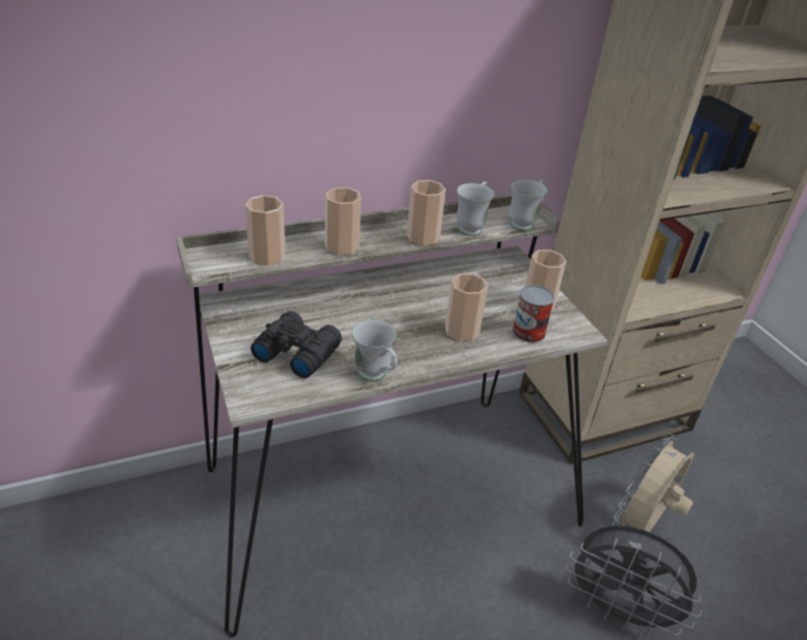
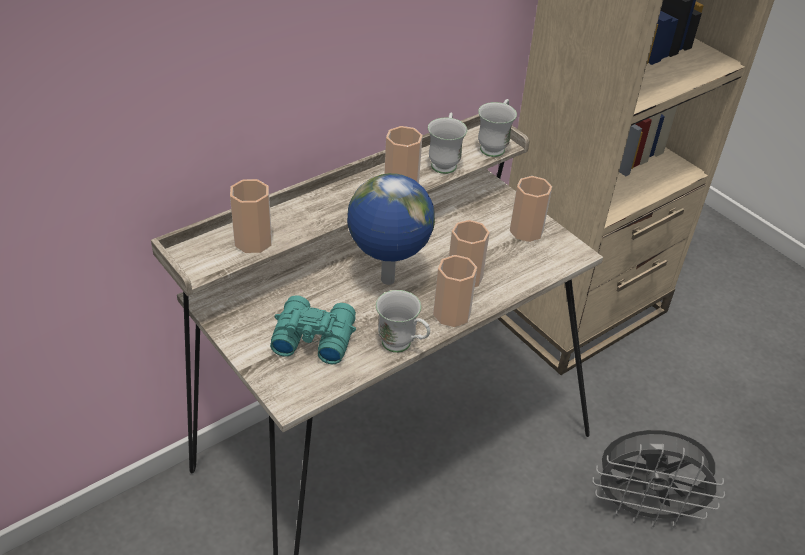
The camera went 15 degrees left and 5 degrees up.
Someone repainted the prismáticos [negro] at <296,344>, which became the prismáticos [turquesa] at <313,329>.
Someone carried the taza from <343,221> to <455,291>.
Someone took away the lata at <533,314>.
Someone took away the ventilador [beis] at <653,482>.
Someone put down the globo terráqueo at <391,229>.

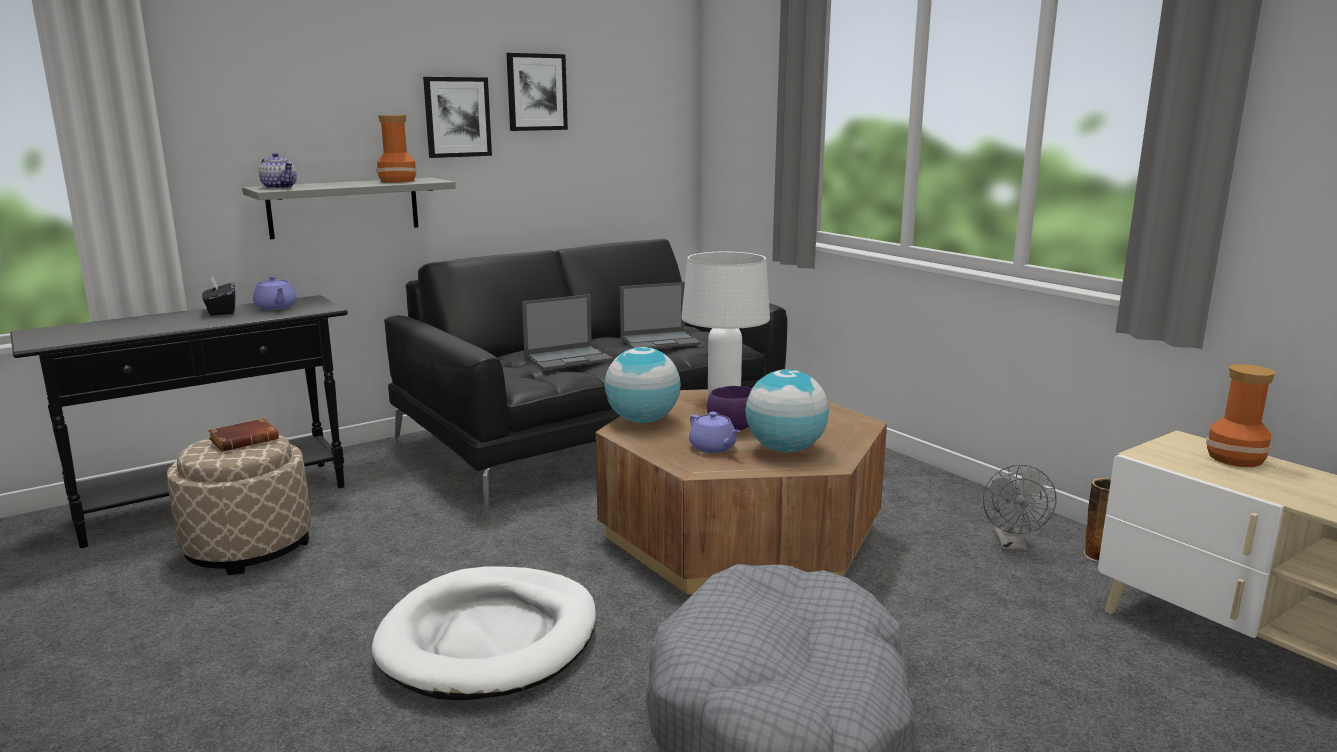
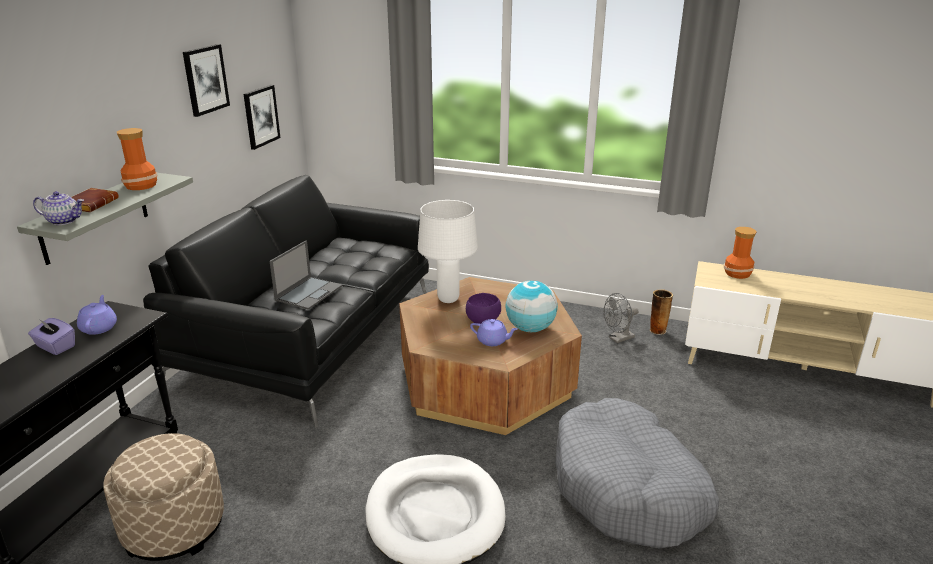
The camera went 35 degrees left and 10 degrees up.
Someone repainted the caja de pañuelos [negro] at <218,296>, which became the caja de pañuelos [morado] at <51,336>.
Someone carried the libro [marrón] from <243,435> to <95,200>.
Someone rotated the tetera [morado] at <275,293> by 120 degrees counterclockwise.
Someone carried the cuadro from <457,117> to <261,117>.
Someone took away the globo terráqueo at <643,385>.
Someone took away the portátil at <660,315>.
Someone rotated the ventilador [gris] at <1020,508> by 90 degrees clockwise.

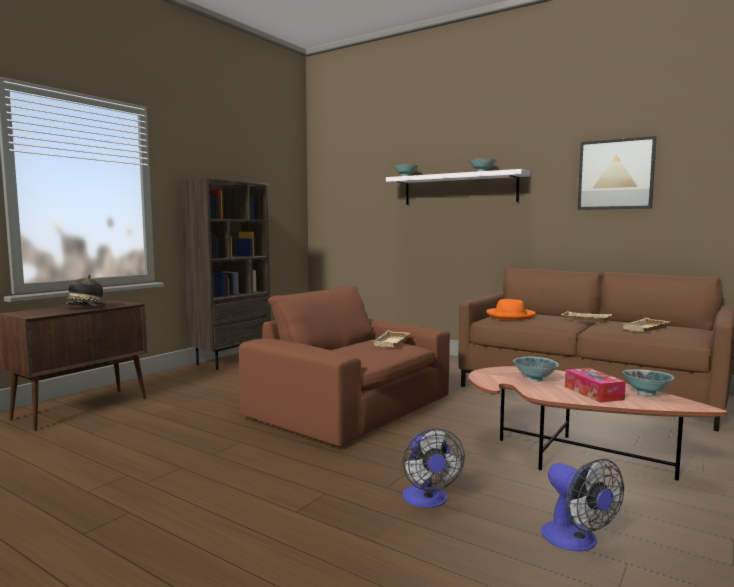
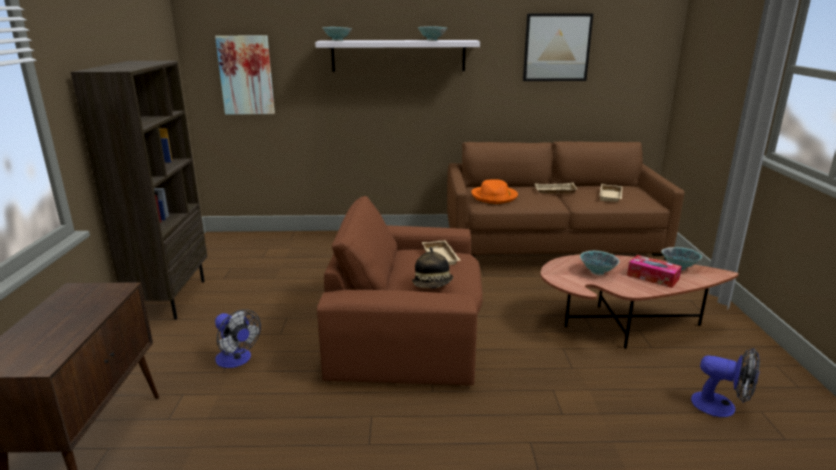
The camera went 35 degrees left and 15 degrees up.
Someone carried the sombrero from <83,291> to <432,268>.
Someone carried the ventilador from <433,468> to <238,338>.
Someone put up the cuadro at <245,75>.

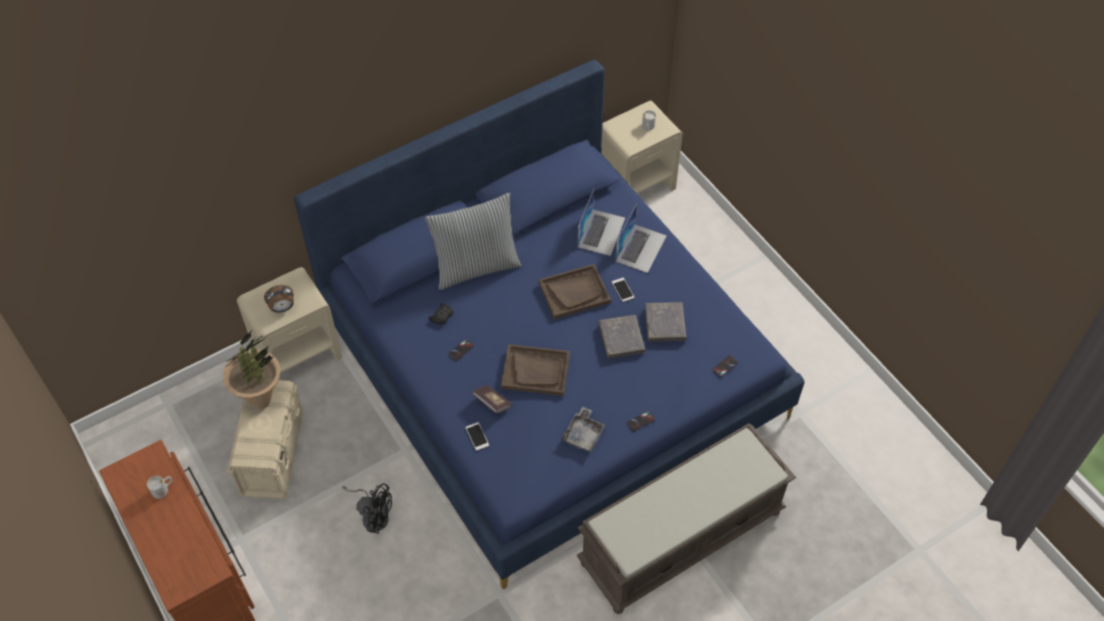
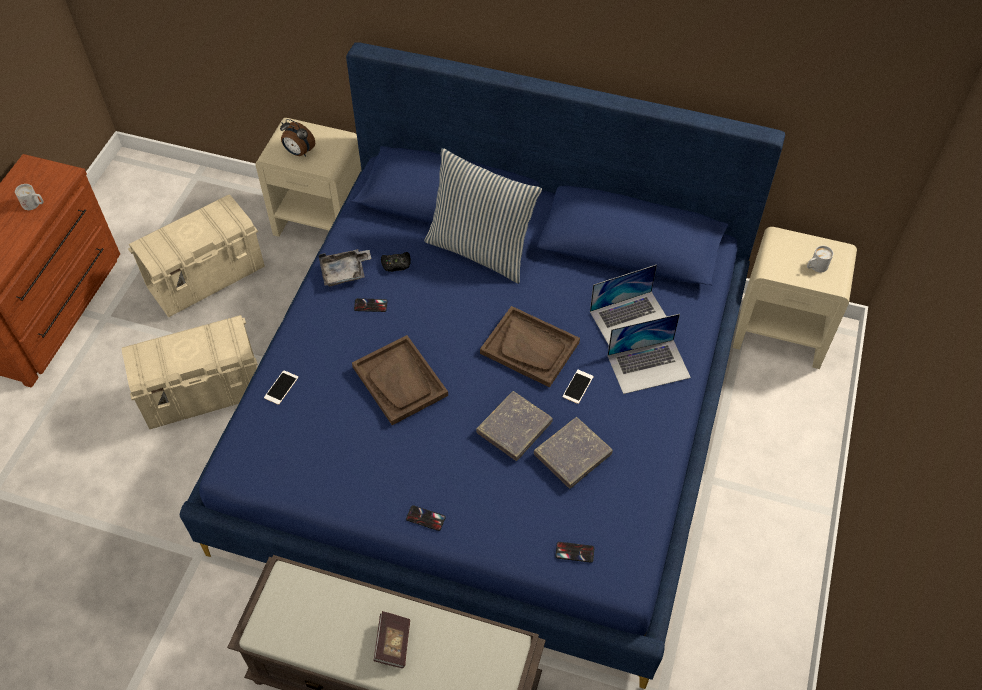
The camera went 50 degrees right and 0 degrees up.
Someone took away the planta en maceta at <251,369>.
Someone swapped the ventilador [negro] at <367,508> for the caja de almacenaje [beis] at <189,372>.
Someone carried the libro from <492,399> to <392,639>.
Someone carried the bandeja [gris] from <584,429> to <345,267>.

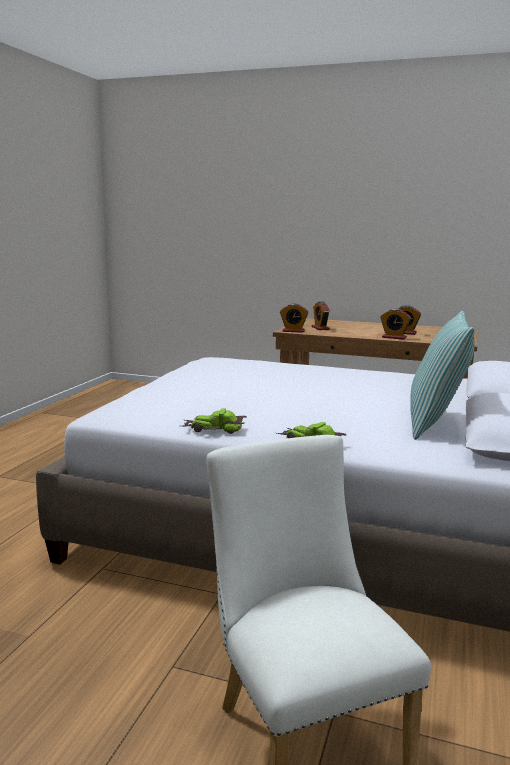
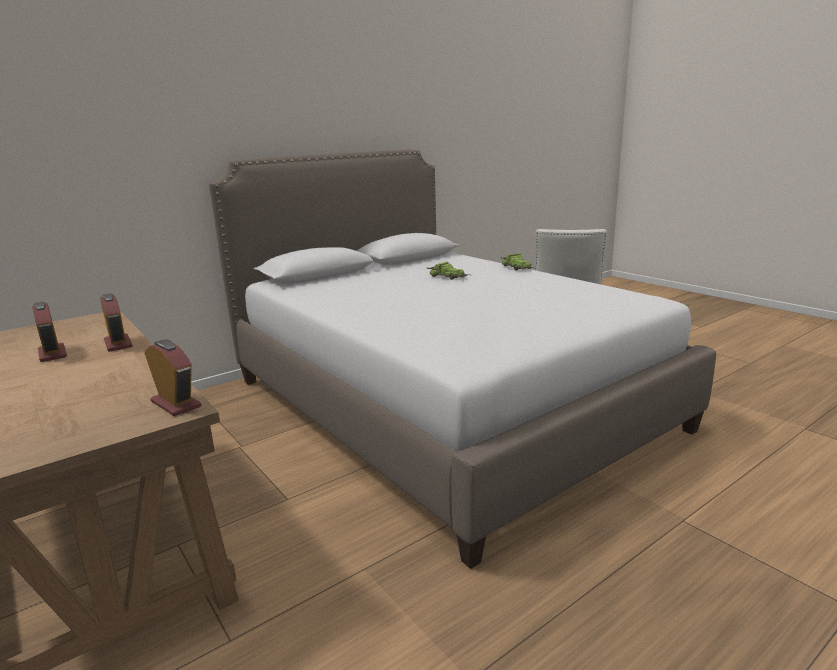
The camera went 145 degrees left and 5 degrees up.
Someone carried the coche de juguete from <215,421> to <447,271>.
Someone took away the despertador at <321,316>.
Someone took away the cojín at <442,375>.

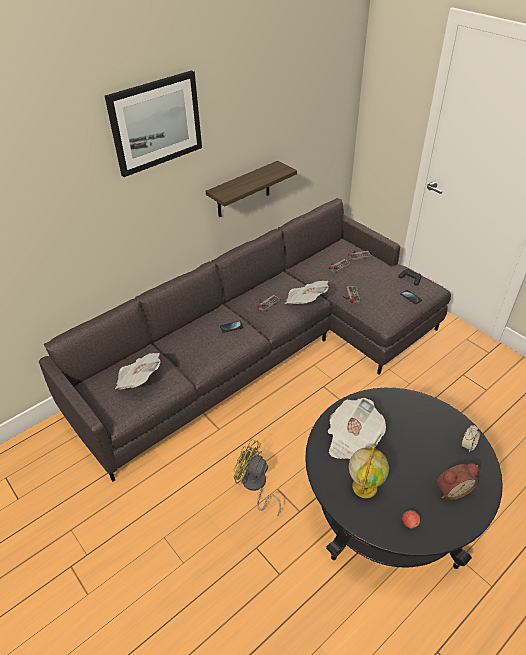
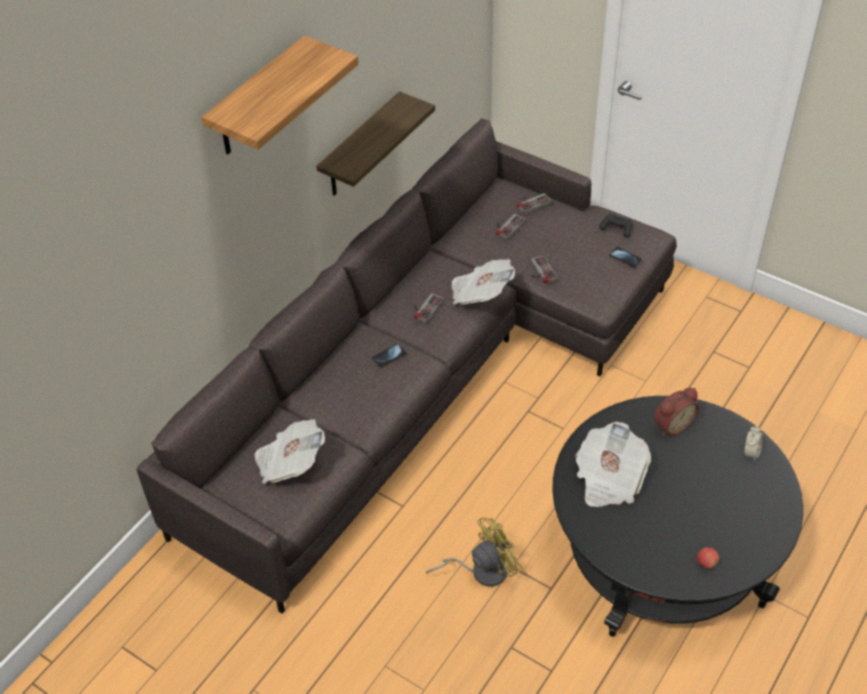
The camera went 15 degrees left and 5 degrees up.
Someone swapped the cuadro at <153,123> for the estante at <280,95>.
Someone rotated the ventilador [amarillo] at <257,477> by 135 degrees clockwise.
Someone took away the globo terráqueo at <369,470>.
Someone carried the despertador from <458,482> to <676,412>.

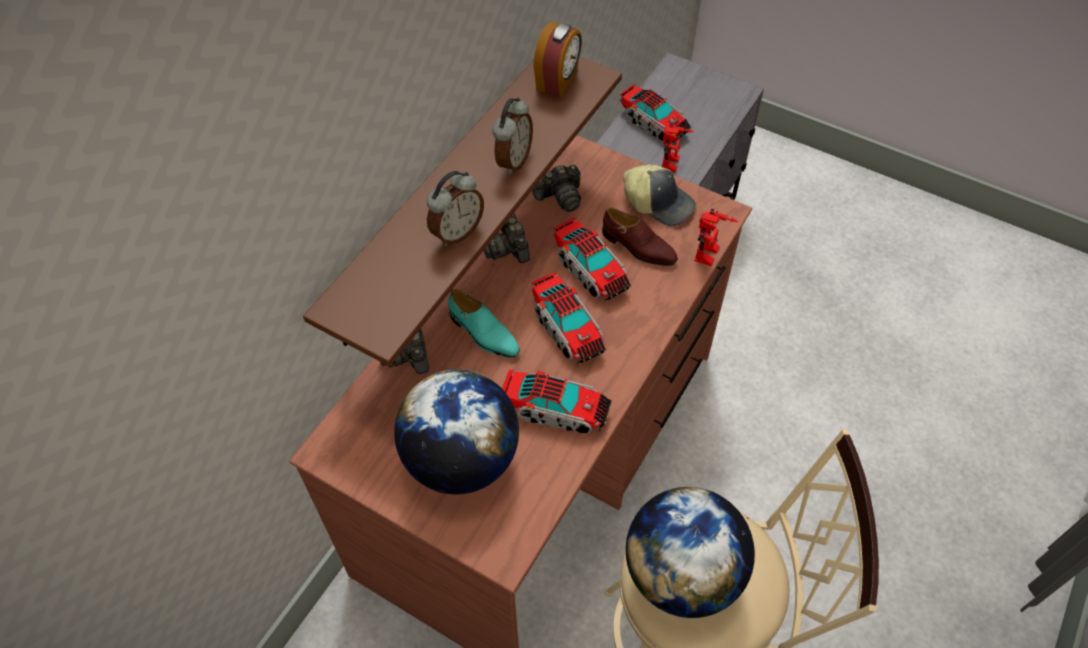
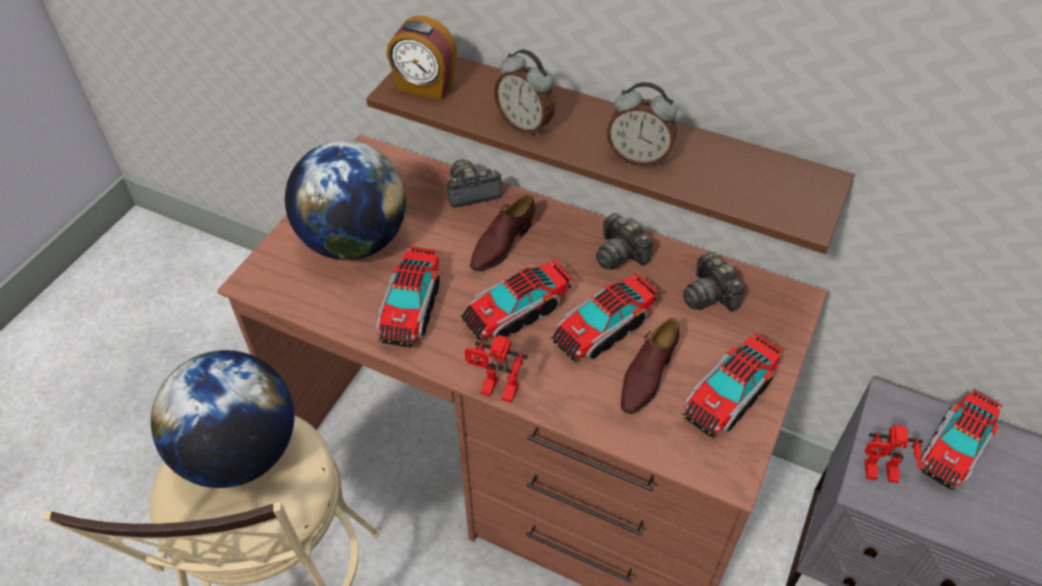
The camera went 85 degrees right and 5 degrees down.
Someone repainted the zapato [turquesa] at <484,323>, which became the zapato [marrón] at <502,232>.
Someone rotated the cámara at <507,238> by 105 degrees counterclockwise.
Someone carried the despertador from <557,60> to <422,58>.
Someone swapped the gorra at <659,195> for the camión de juguete at <733,386>.
Someone carried the robot de juguete from <716,237> to <496,369>.

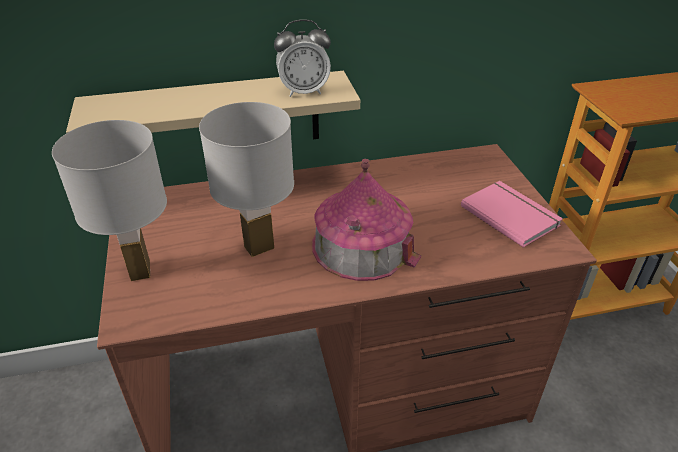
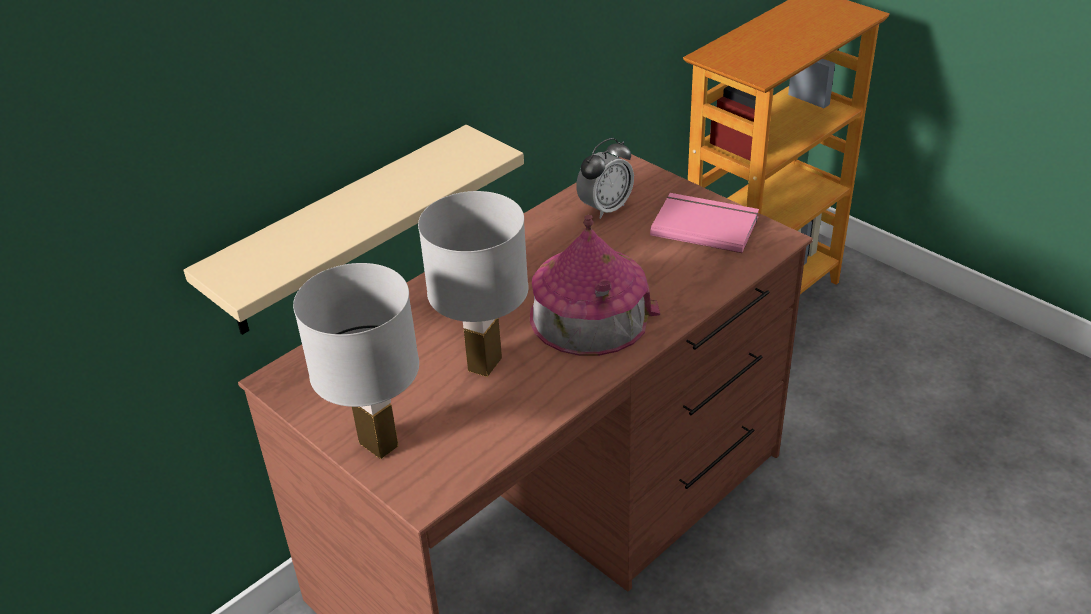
The camera went 30 degrees left and 0 degrees up.
Someone carried the despertador from <302,58> to <605,178>.

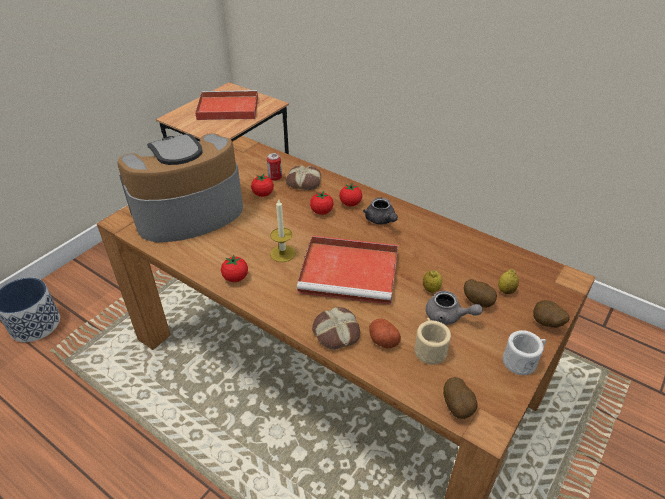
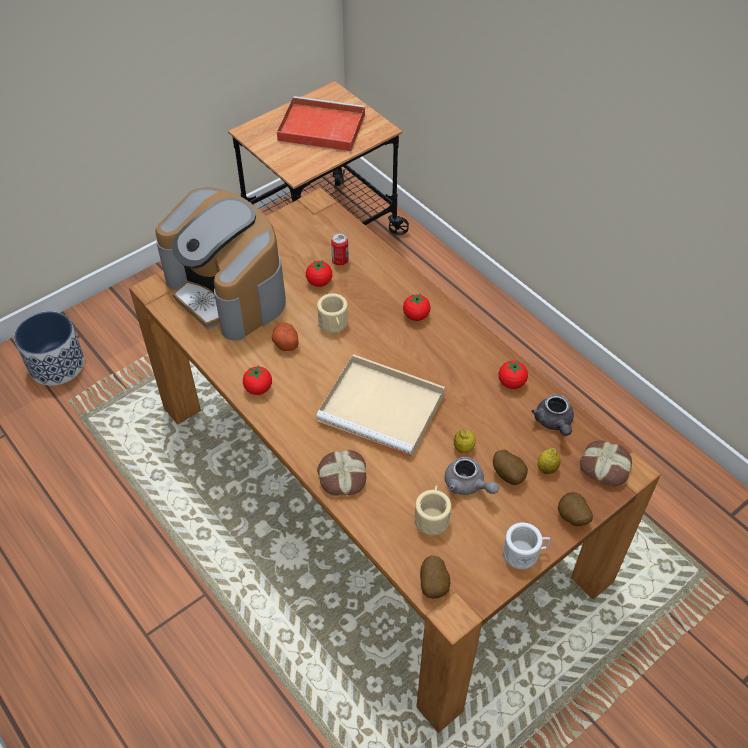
The camera went 15 degrees right and 10 degrees up.
Someone rotated the cafetera at <180,187> by 120 degrees counterclockwise.
Someone took away the vela at <283,230>.
Someone carried the pan from <303,177> to <606,463>.
Someone repainted the bandeja [rojo] at <347,270>, which became the bandeja [beis] at <380,405>.
Someone carried the tomate from <321,203> to <513,374>.
Someone carried the tetera [gris] from <380,211> to <552,415>.
Someone carried the patata from <385,334> to <285,337>.
Someone put down the taza grande [beis] at <332,313>.

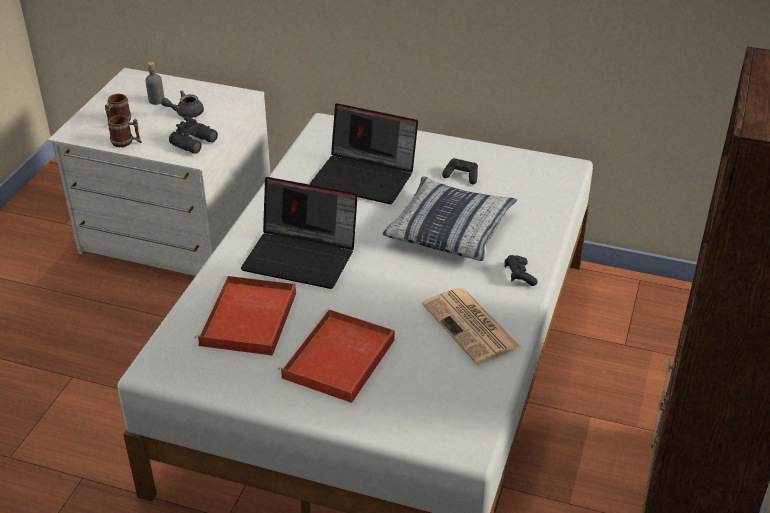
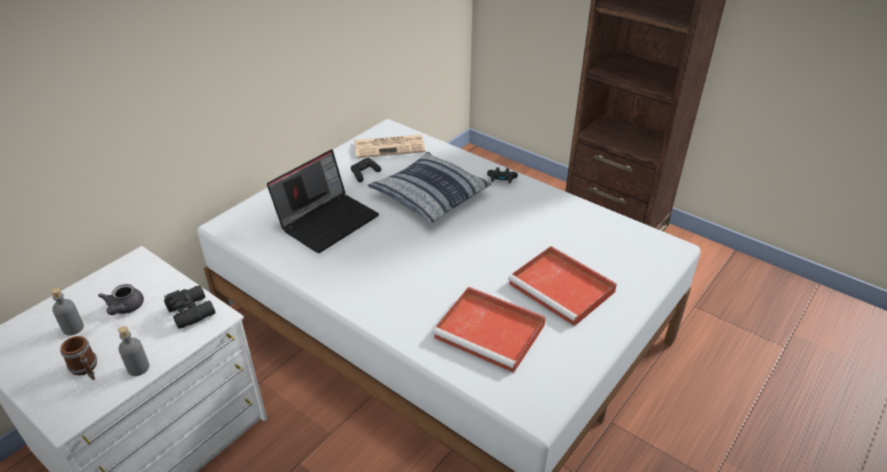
The camera went 70 degrees left and 0 degrees up.
Someone swapped the taza grande at <125,131> for the botella [gris] at <133,351>.
Someone took away the portátil at <299,233>.
Someone carried the periódico from <471,326> to <390,146>.

